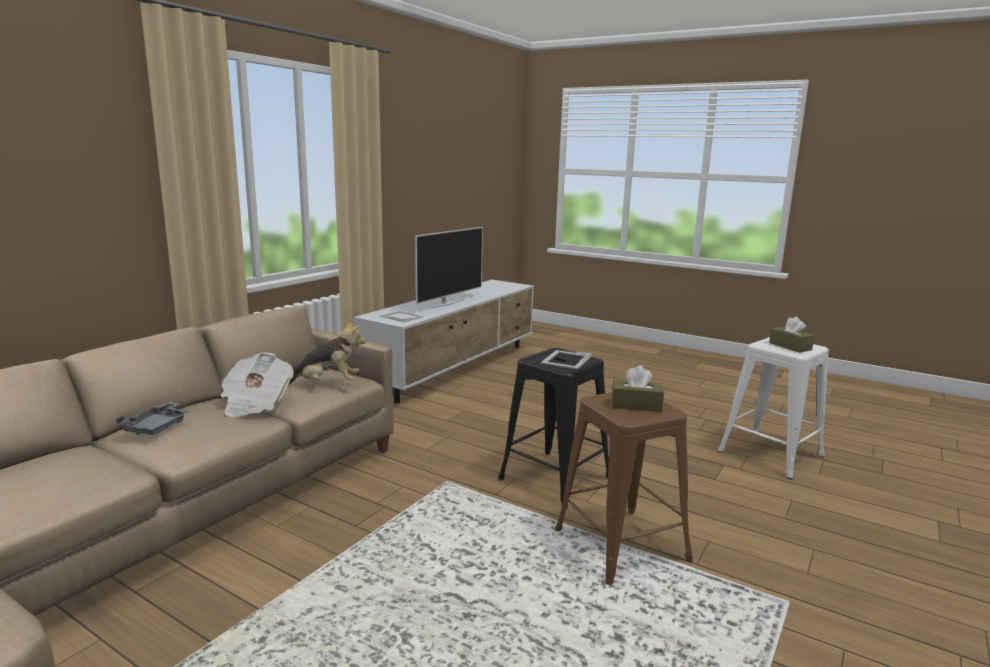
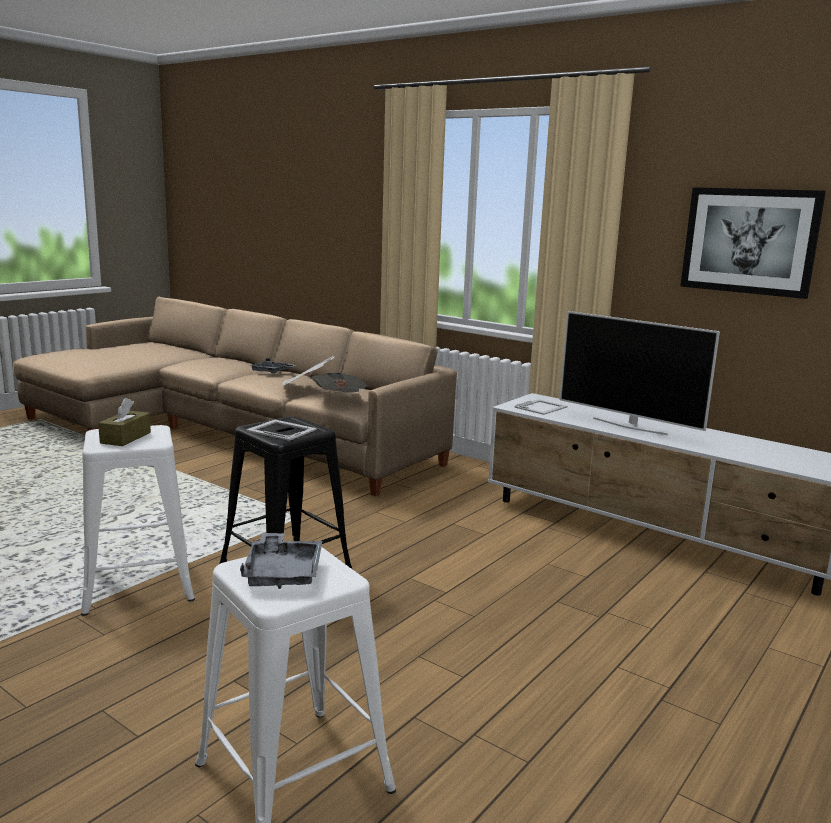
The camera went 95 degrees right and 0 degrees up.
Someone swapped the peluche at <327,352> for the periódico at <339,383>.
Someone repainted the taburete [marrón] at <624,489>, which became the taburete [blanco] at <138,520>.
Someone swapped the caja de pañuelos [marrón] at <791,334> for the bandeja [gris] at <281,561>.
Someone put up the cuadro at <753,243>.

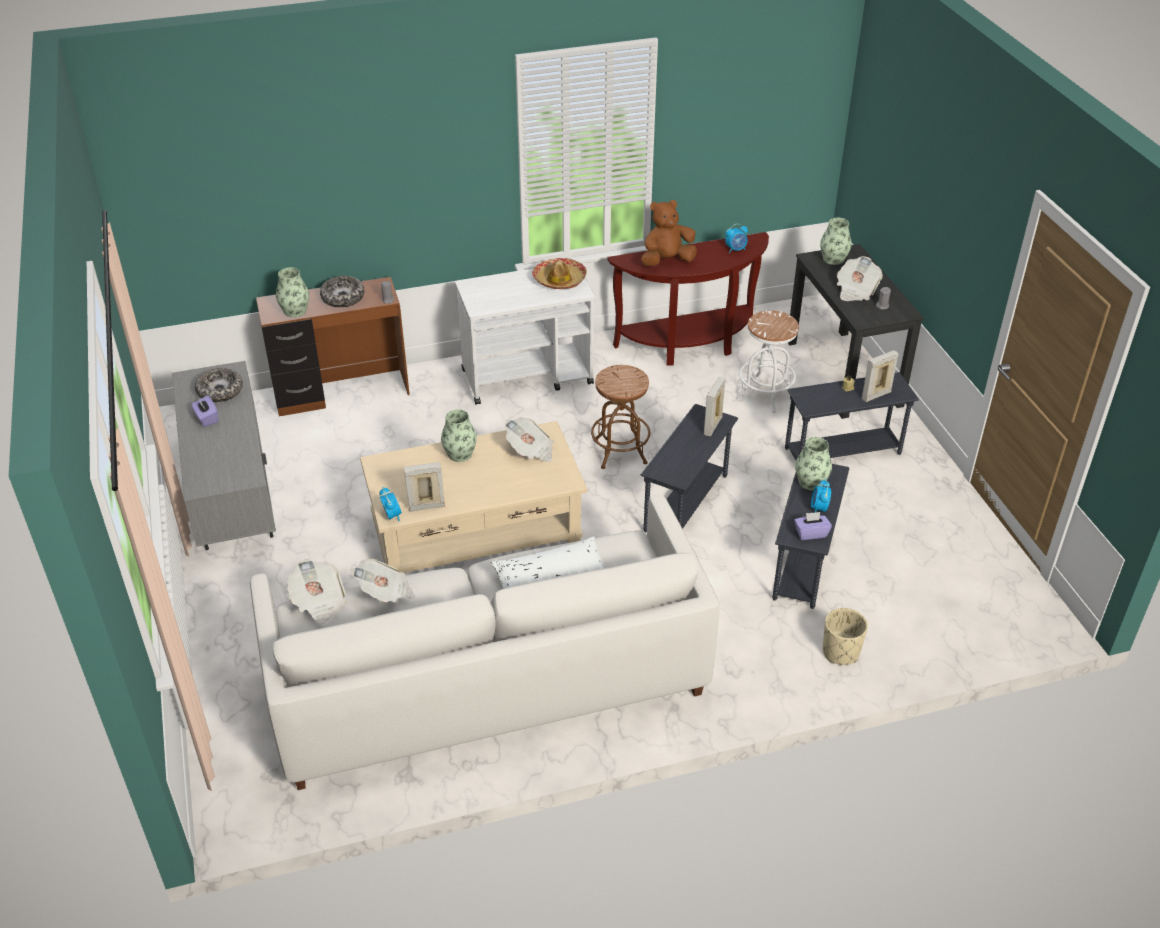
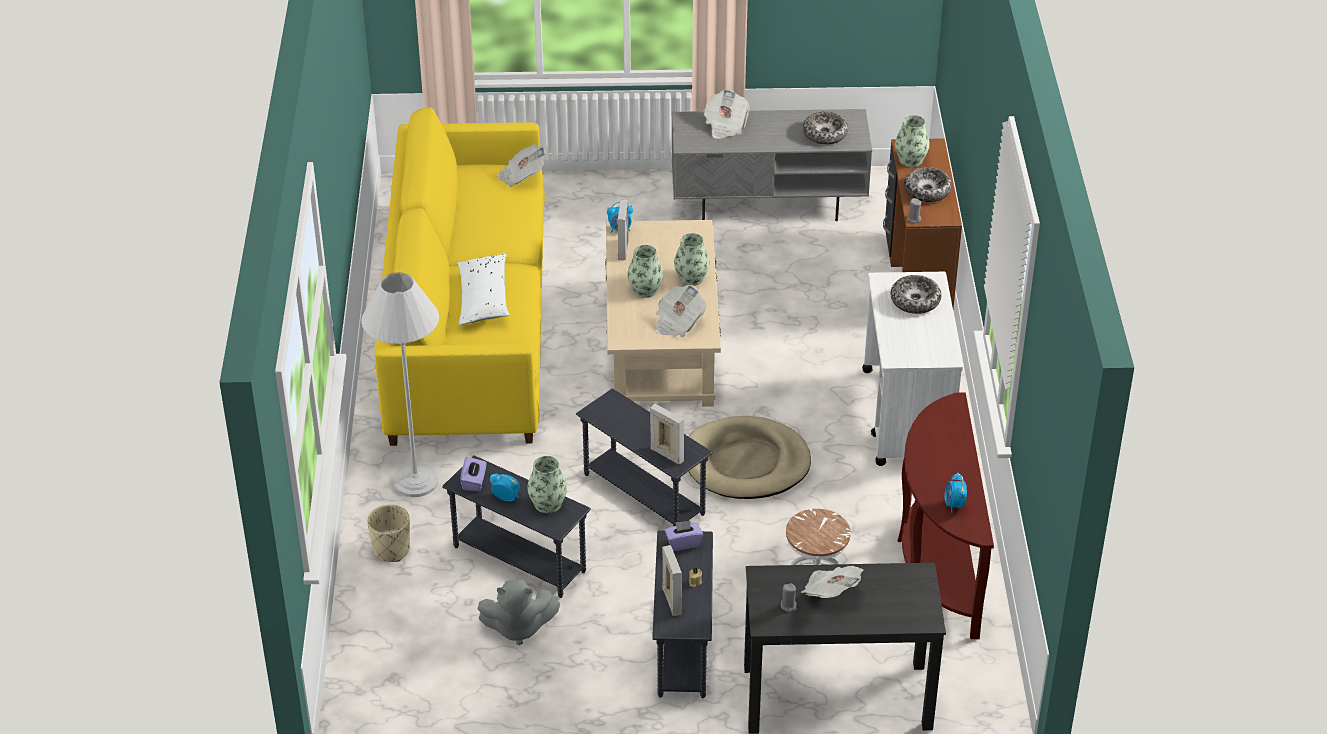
The camera went 105 degrees right and 0 degrees up.
Someone carried the caja de pañuelos [morado] from <204,411> to <683,535>.
Someone repainted the sofá [blanco] at <485,642>, which became the sofá [amarillo] at <459,277>.
Someone carried the periódico from <383,581> to <726,114>.
Someone took away the sombrero at <559,273>.
Someone swapped the taburete [marrón] at <620,417> for the cama para perro [beis] at <749,457>.
Someone took away the peluche [marrón] at <669,233>.
Someone carried the florero from <836,241> to <645,271>.
Someone put down the lámpara de pie [blanco] at <400,384>.
Someone put down the peluche [gris] at <519,612>.
Someone put down the cuenco at <916,294>.

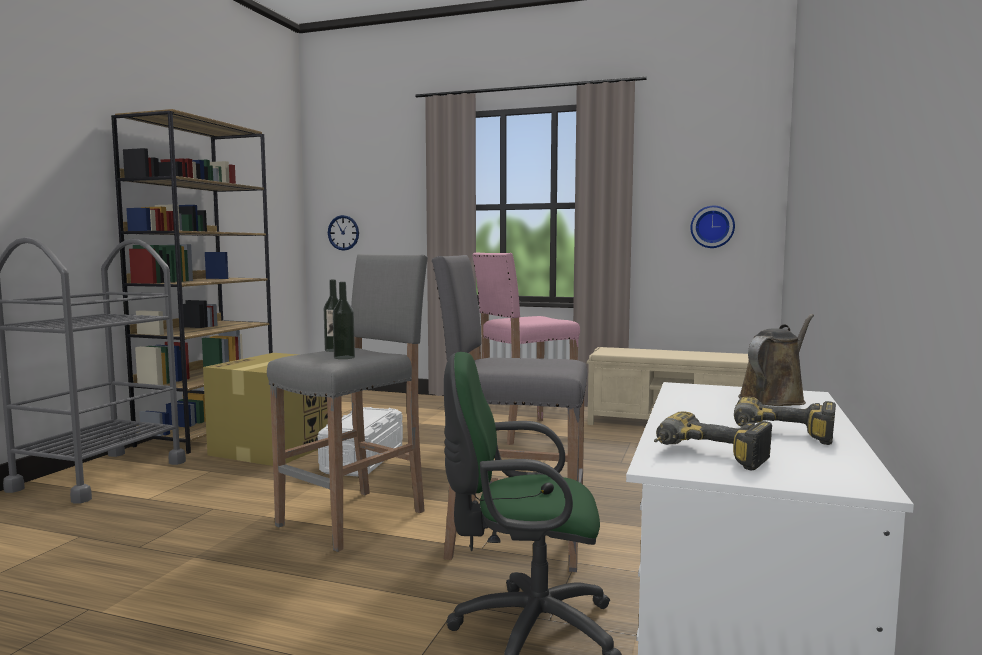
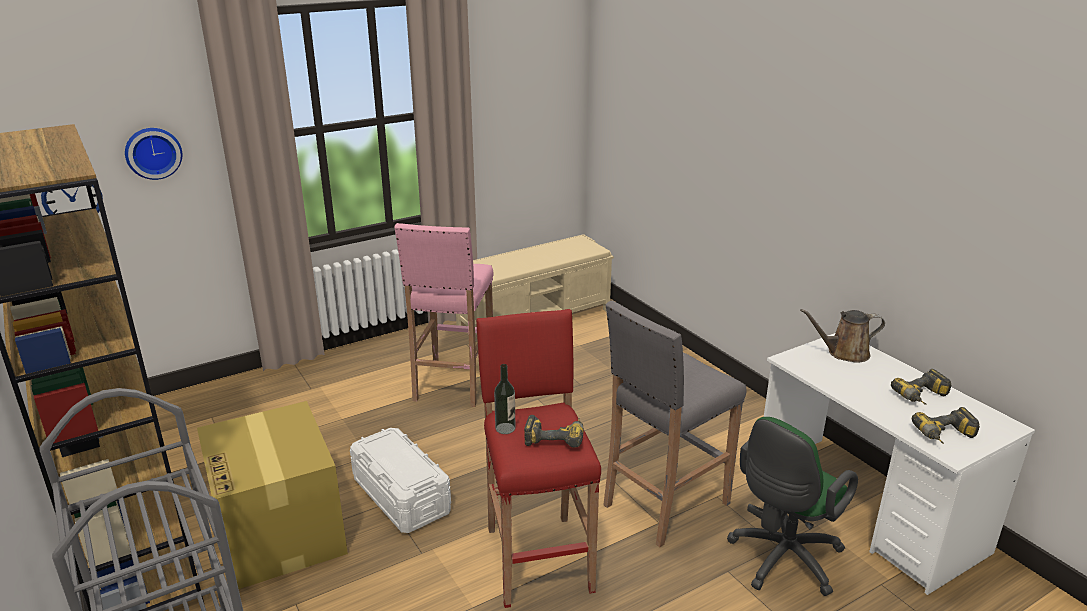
The camera went 50 degrees left and 20 degrees up.
Someone repainted the taburete [gris] at <347,403>, which became the taburete [rojo] at <538,458>.
Someone swapped the botella at <344,320> for the taladro at <554,431>.
Someone carried the reloj de pared from <713,227> to <153,154>.
Someone rotated the regadera [marrón] at <776,360> by 90 degrees counterclockwise.

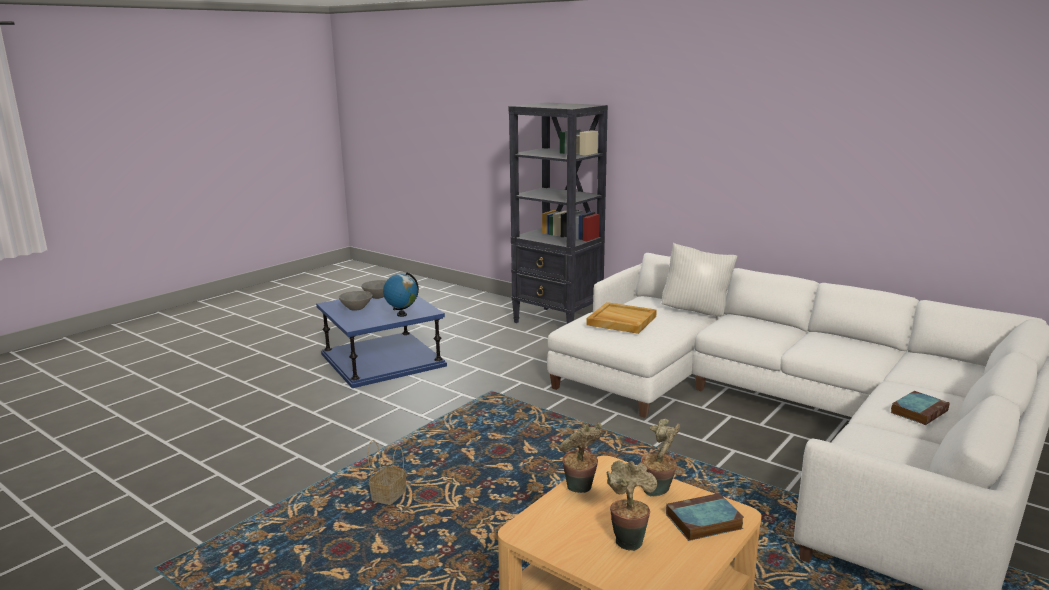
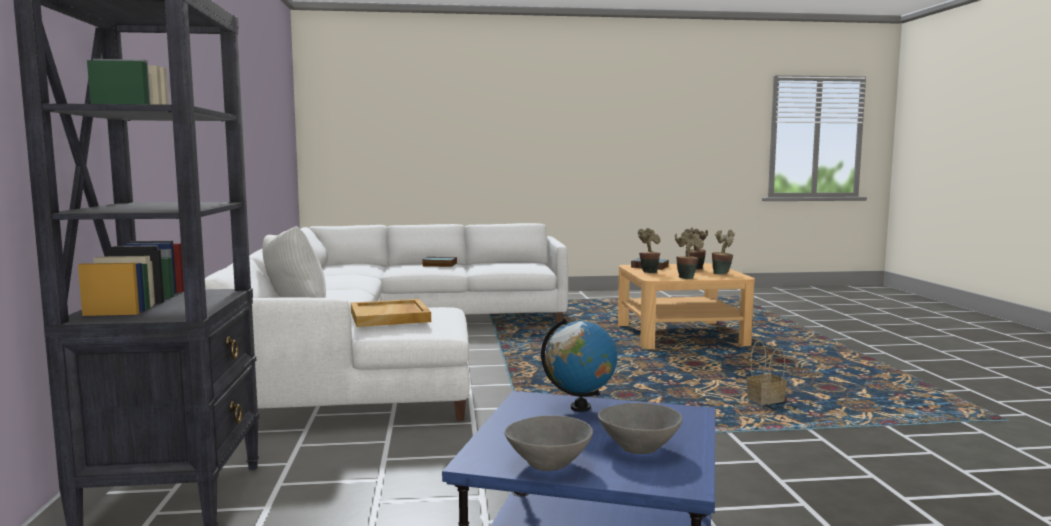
The camera went 135 degrees left and 10 degrees down.
Someone put down the planta en maceta at <723,252>.

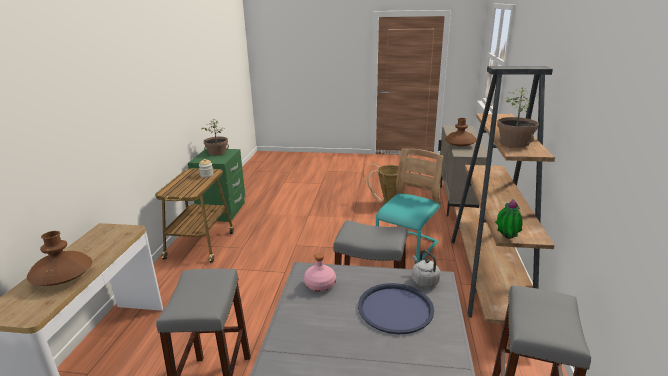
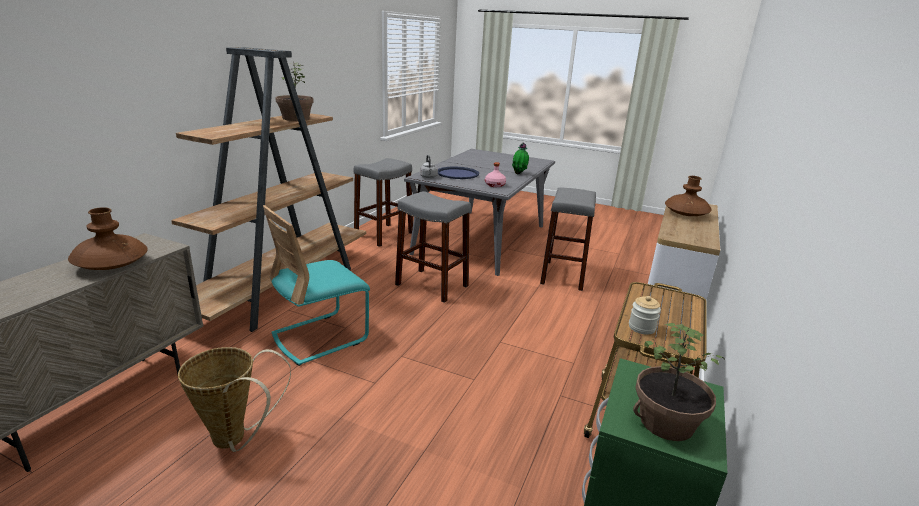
The camera went 165 degrees left and 0 degrees up.
Someone carried the planta en maceta from <508,219> to <520,158>.

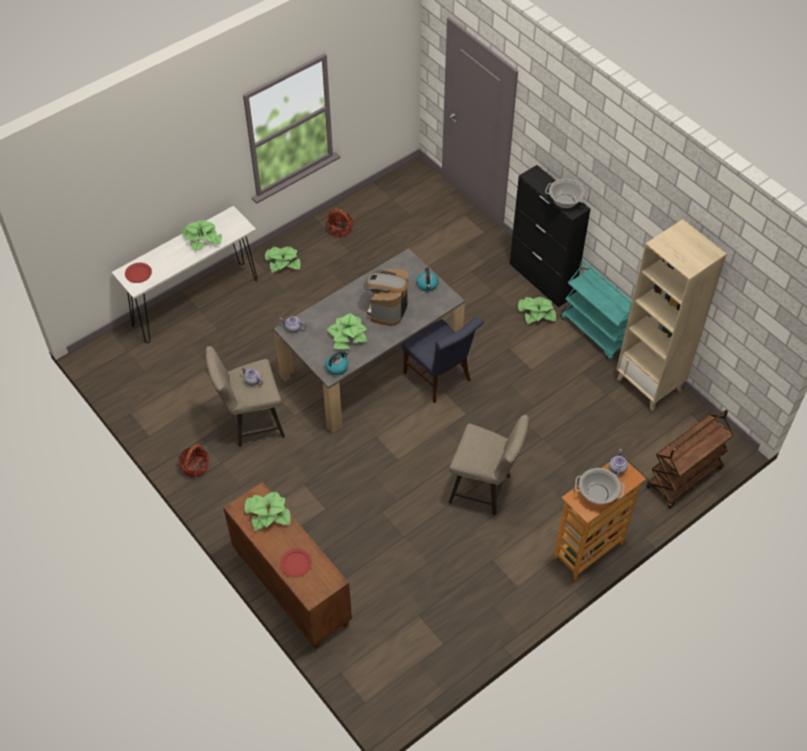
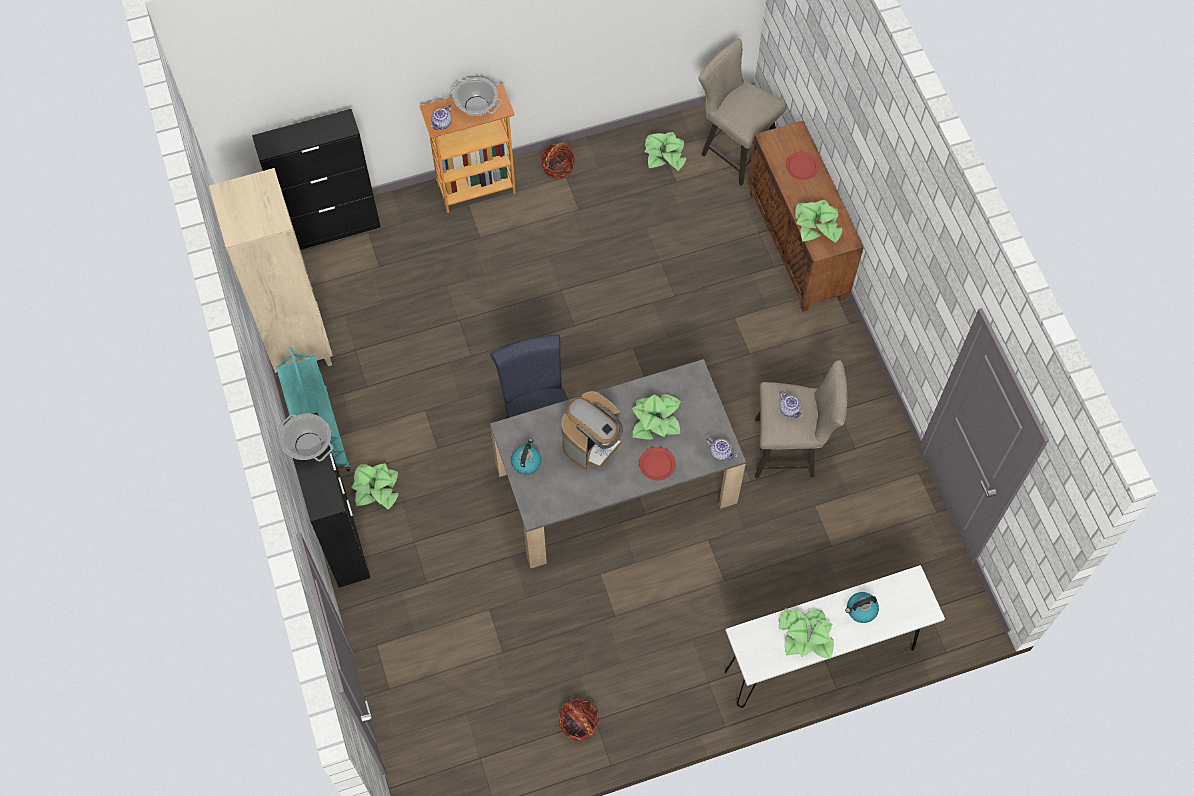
The camera went 160 degrees left and 10 degrees up.
Someone carried the plato [rojo] from <138,273> to <657,463>.
Someone carried the cesta from <194,460> to <557,160>.
Someone carried the planta en maceta from <283,260> to <665,151>.
Someone carried the hervidor from <336,363> to <862,607>.
Someone carried the taburete [beis] from <488,465> to <742,112>.
Someone swapped the carrito [marrón] at <690,459> for the armario [negro] at <316,179>.

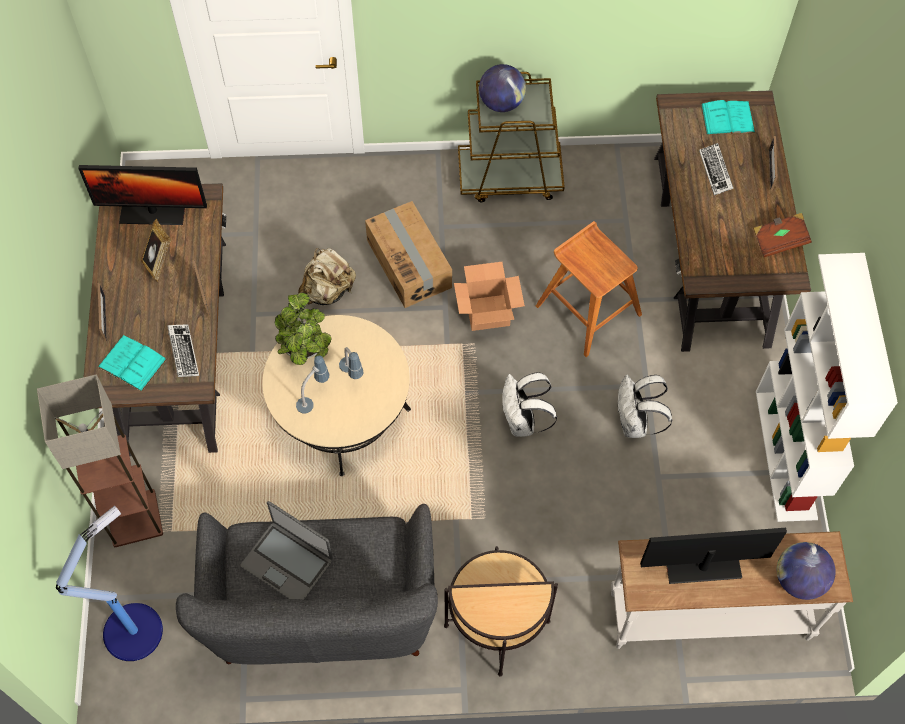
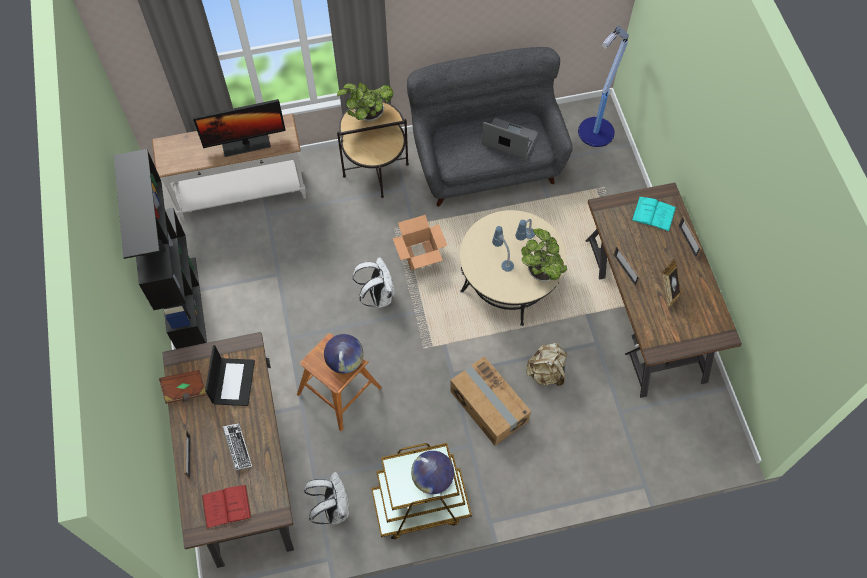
The camera went 170 degrees right and 0 degrees up.
Someone took away the lámpara de pie at <100,460>.
Someone took away the monitor at <142,195>.
Someone took away the teclado at <183,350>.
Someone carried the caja de cartón from <489,296> to <420,242>.
Someone carried the mochila [blanco] from <645,406> to <326,498>.
Someone repainted the libro [turquesa] at <728,117>, which became the libro [rojo] at <227,507>.
Someone repainted the estantería [blanco] at <827,387>, which became the estantería [negro] at <160,249>.
Someone carried the globo terráqueo from <806,571> to <343,354>.
Someone put down the portátil at <230,375>.
Someone put down the planta en maceta at <365,102>.

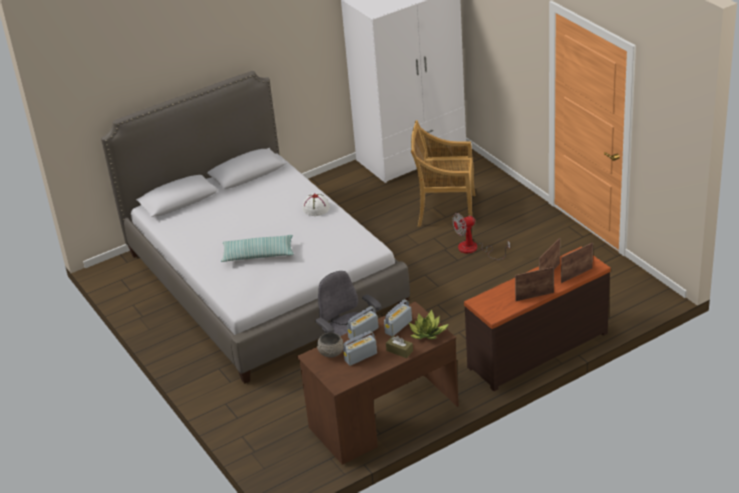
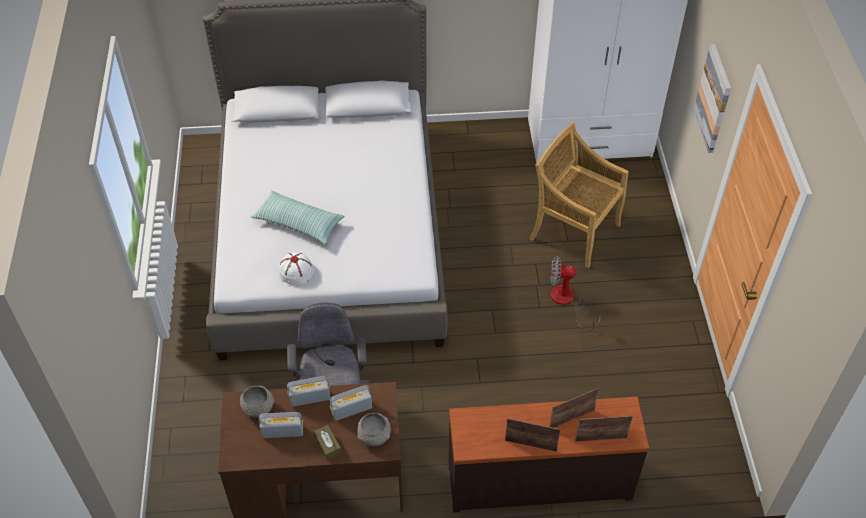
The camera went 25 degrees right and 15 degrees up.
Someone carried the sombrero [blanco] from <316,204> to <296,268>.
Someone swapped the planta en maceta at <428,324> for the cuenco [gris] at <374,429>.
Someone put up the cuadro at <712,98>.

